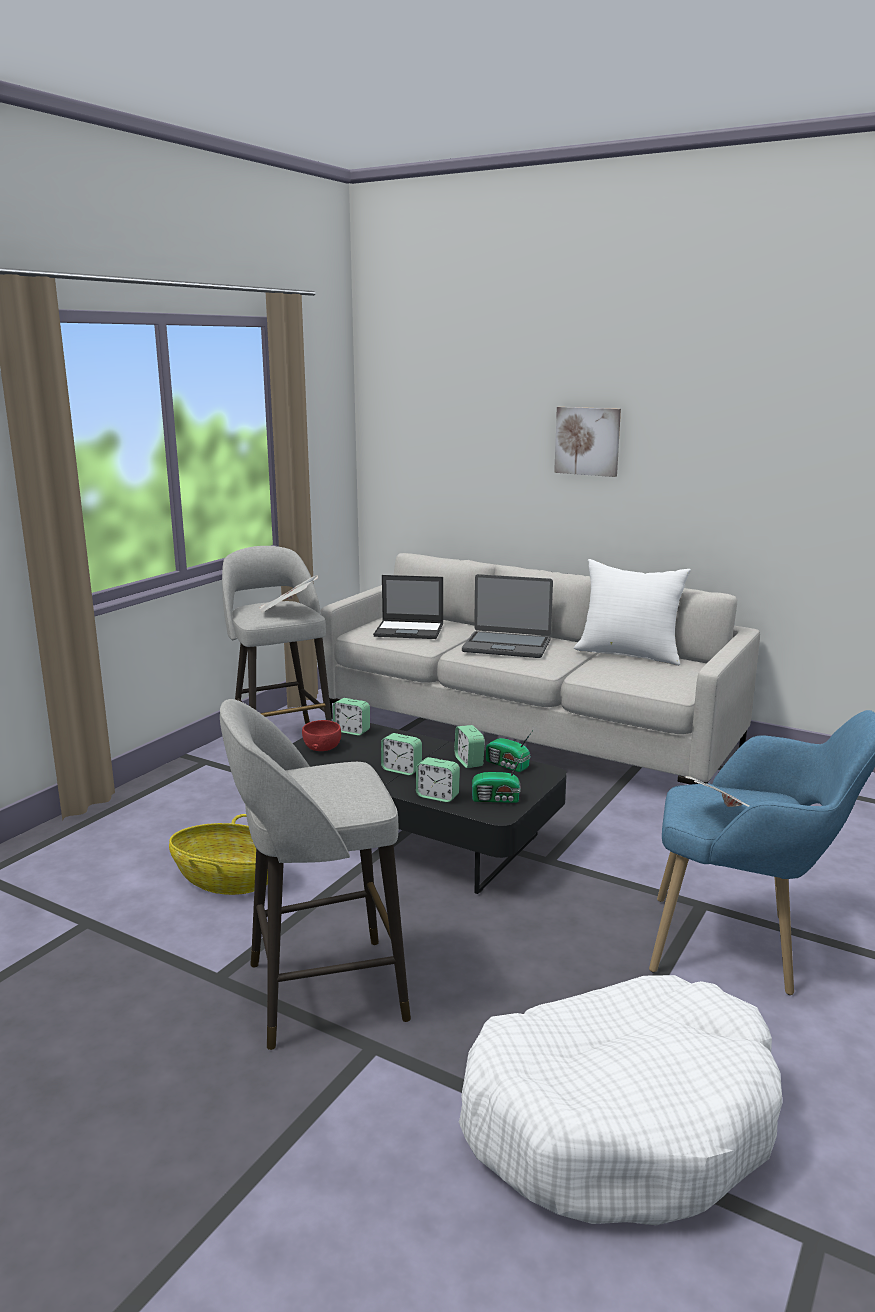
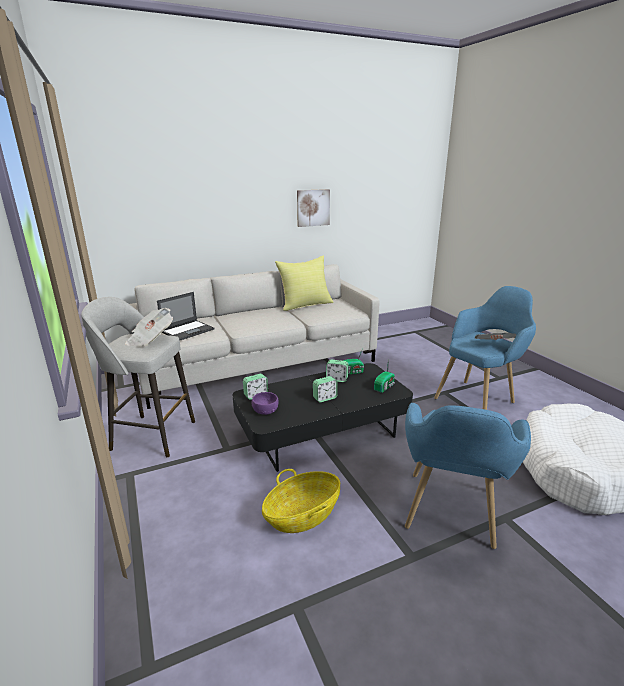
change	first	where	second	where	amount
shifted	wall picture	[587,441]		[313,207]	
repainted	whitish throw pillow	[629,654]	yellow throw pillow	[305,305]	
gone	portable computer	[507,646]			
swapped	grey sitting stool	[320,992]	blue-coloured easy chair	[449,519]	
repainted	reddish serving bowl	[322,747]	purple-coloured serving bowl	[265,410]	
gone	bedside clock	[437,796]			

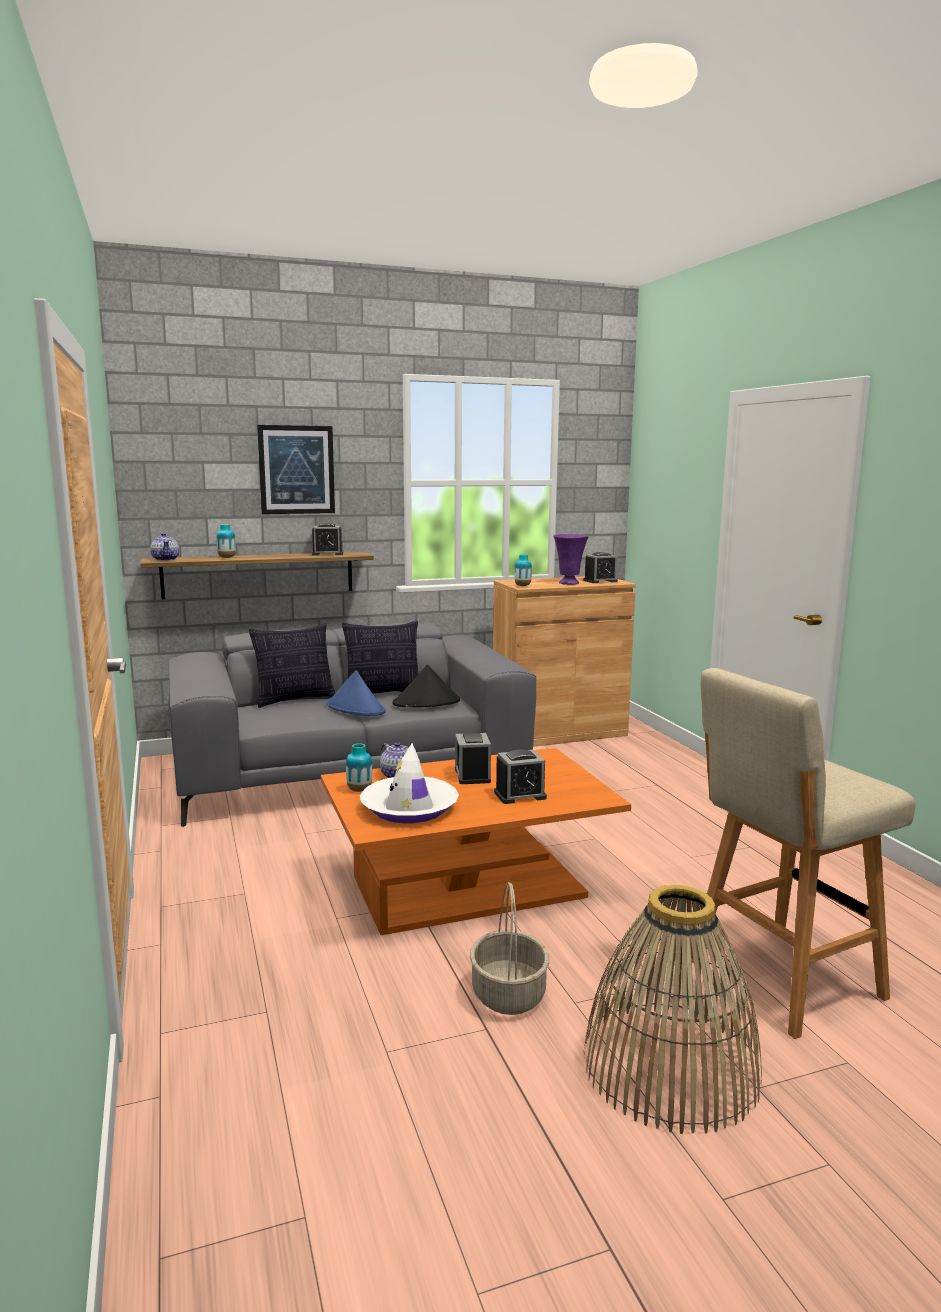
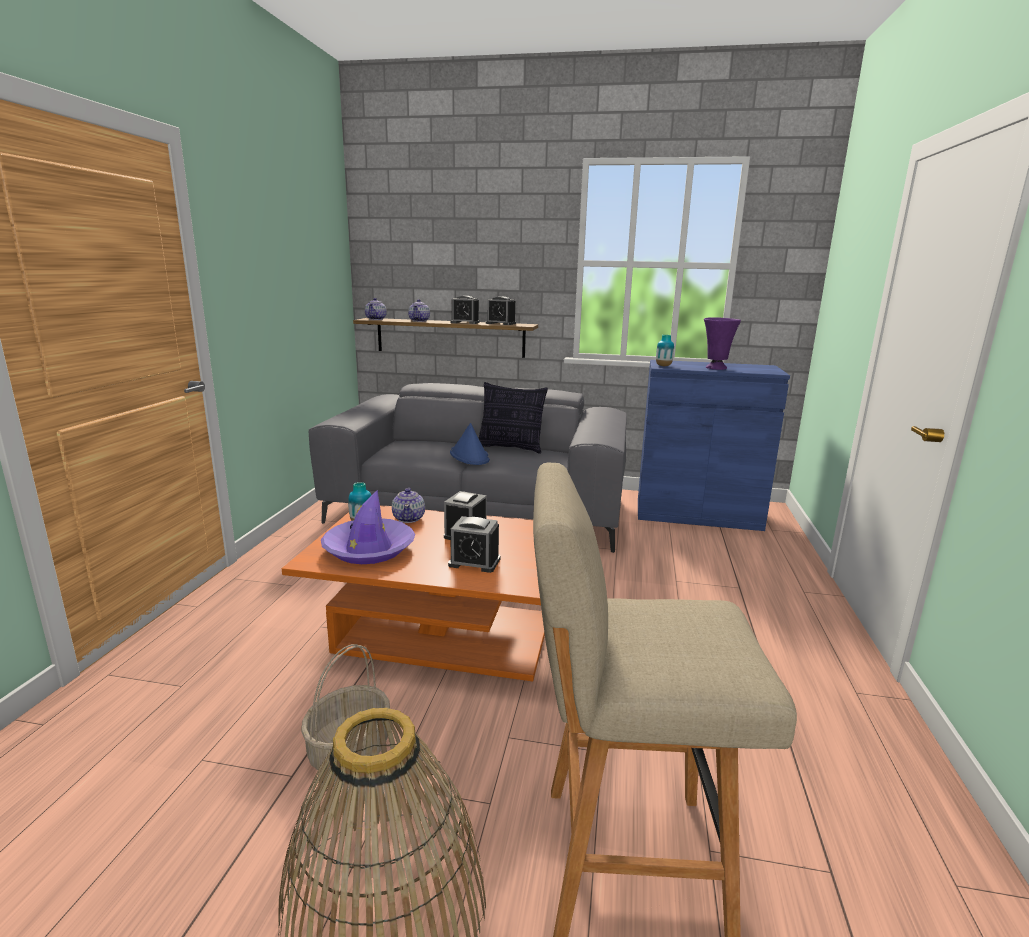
change	first	where	second	where	amount
gone	wall picture	[296,470]			
swapped	decorative vase	[227,557]	pot for tea	[419,321]	
shifted	bedside clock	[600,581]		[465,322]	
repainted	brown-coloured storage cabinet	[559,732]	blue-coloured storage cabinet	[697,514]	
gone	throw pillow	[295,700]			
gone	black-coloured wearable hat	[426,702]			
repainted	whitish wearable hat	[409,808]	purple-coloured wearable hat	[369,549]	

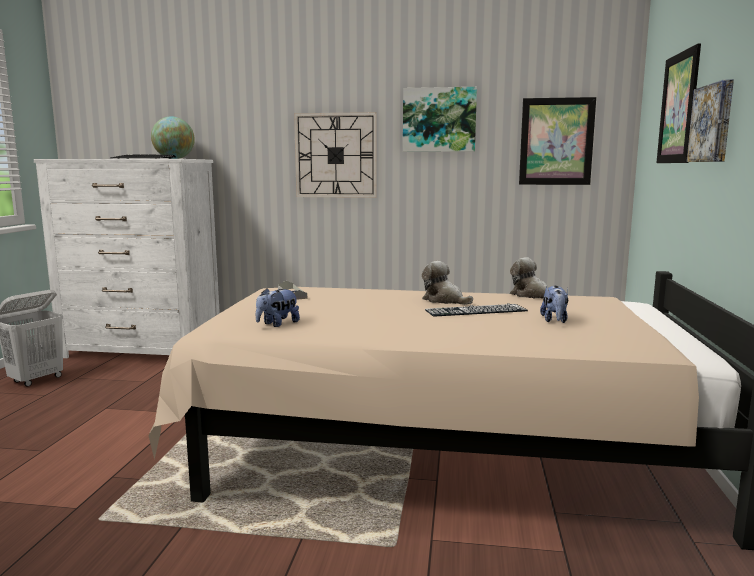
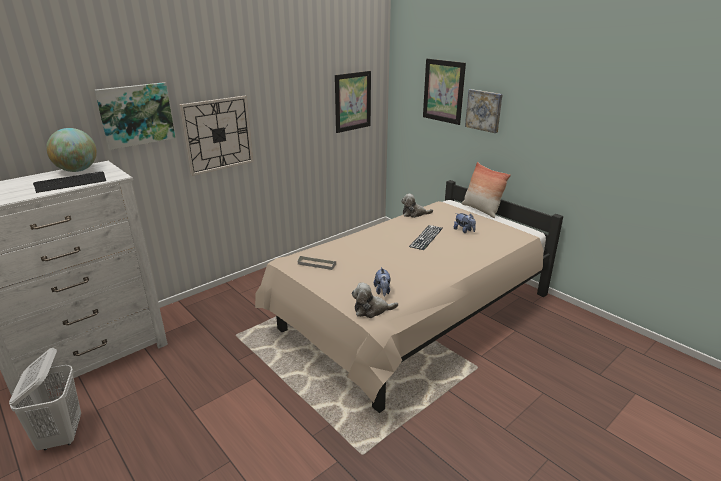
change	first	where	second	where	amount
shifted	wall picture	[439,120]		[136,115]	
shifted	cuddly toy	[444,300]		[371,310]	
new			throw pillow	[481,210]	

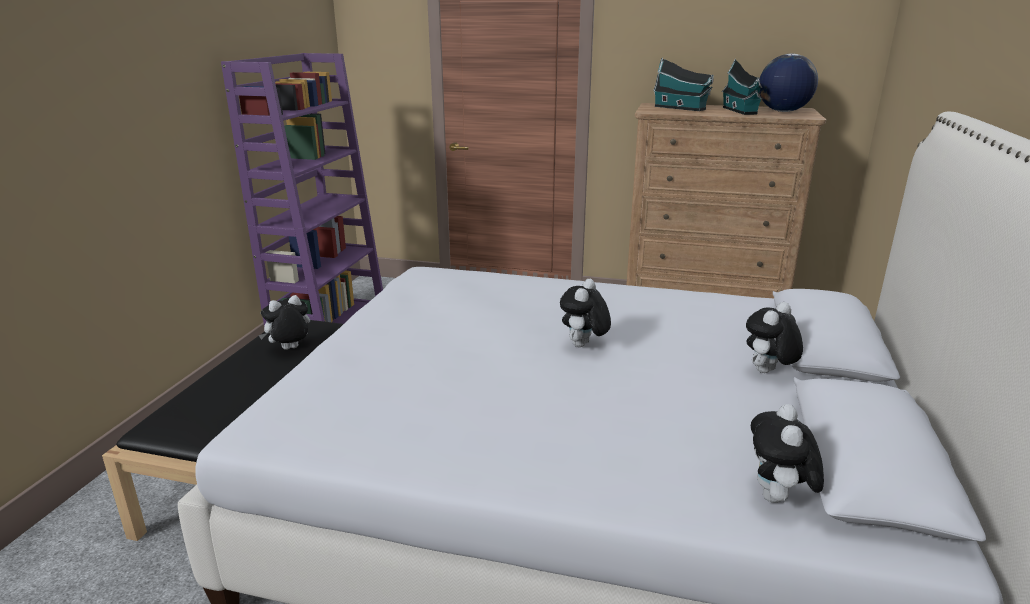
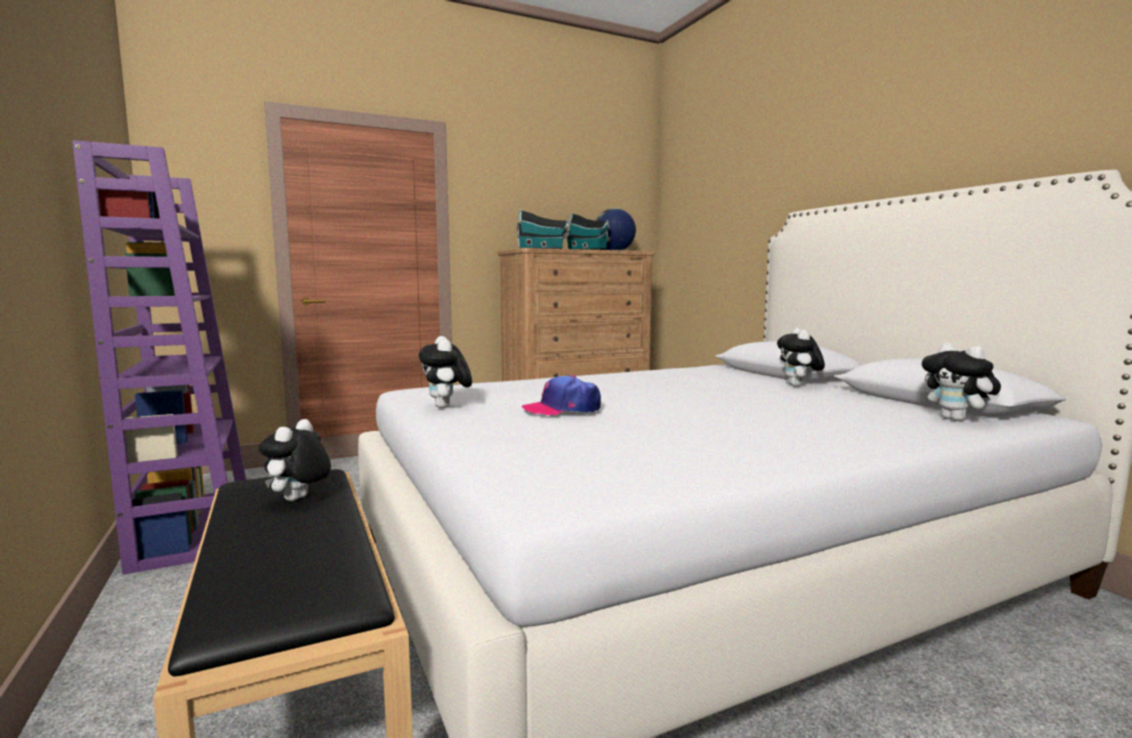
change	first	where	second	where	amount
shifted	cuddly toy	[583,346]		[446,407]	
new			cap	[562,409]	

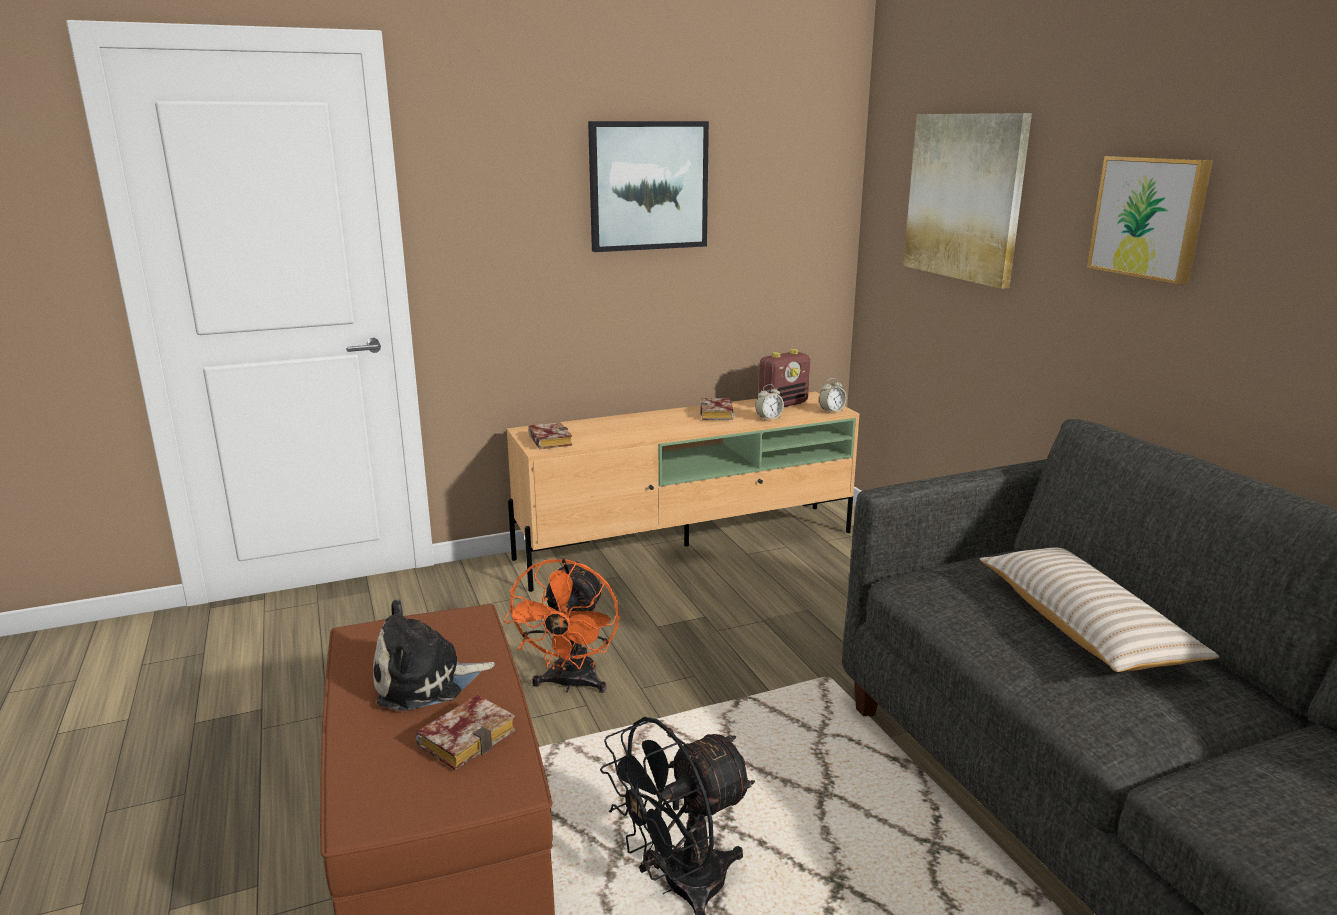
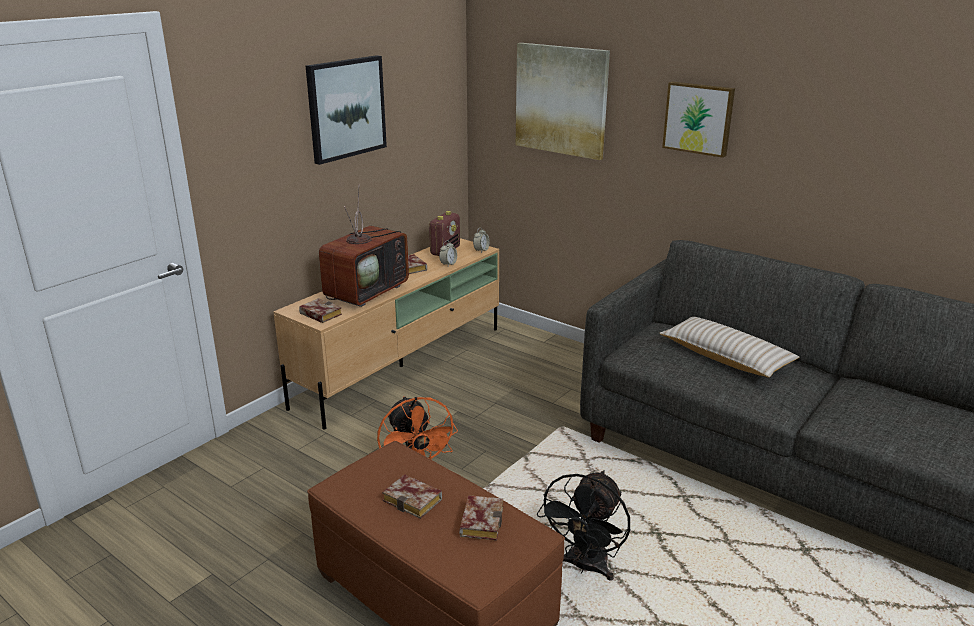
change	first	where	second	where	amount
swapped	cuddly toy	[426,681]	bound book	[415,500]	
new			TV	[366,291]	

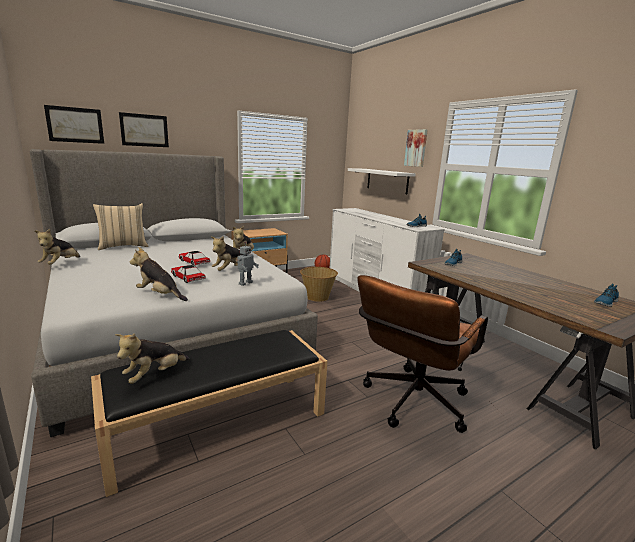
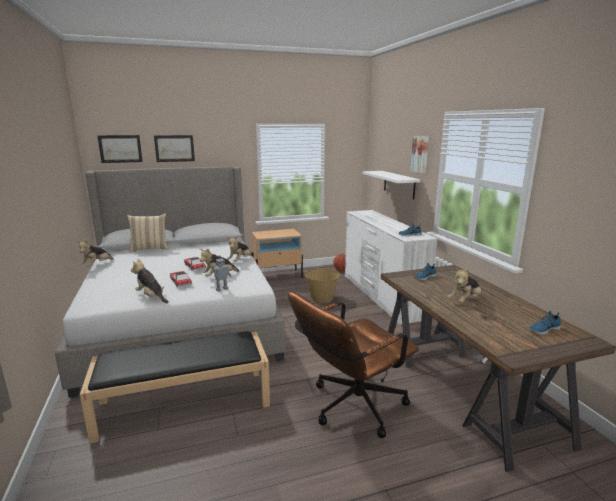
change	first	where	second	where	amount
shifted	cuddly toy	[154,375]		[465,301]	

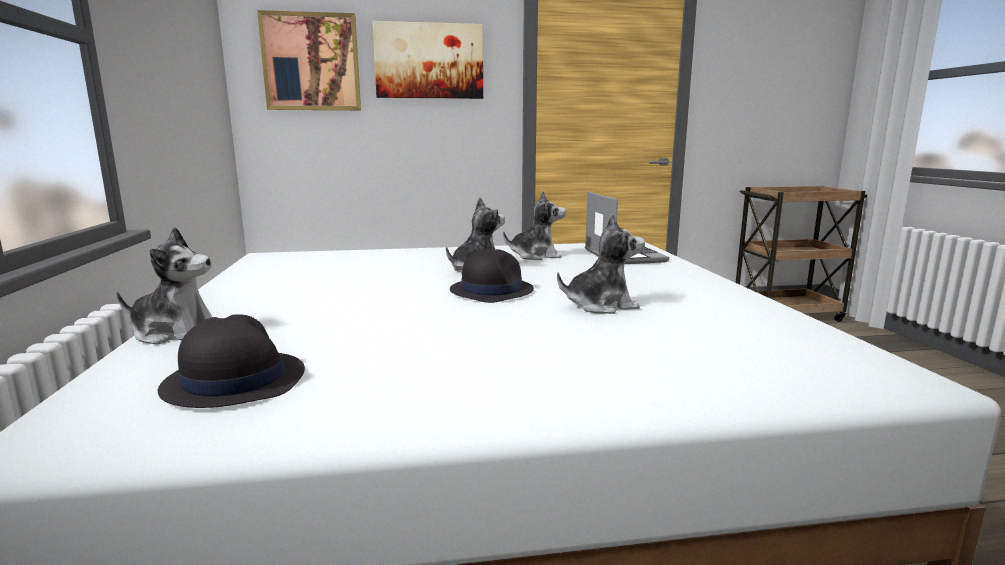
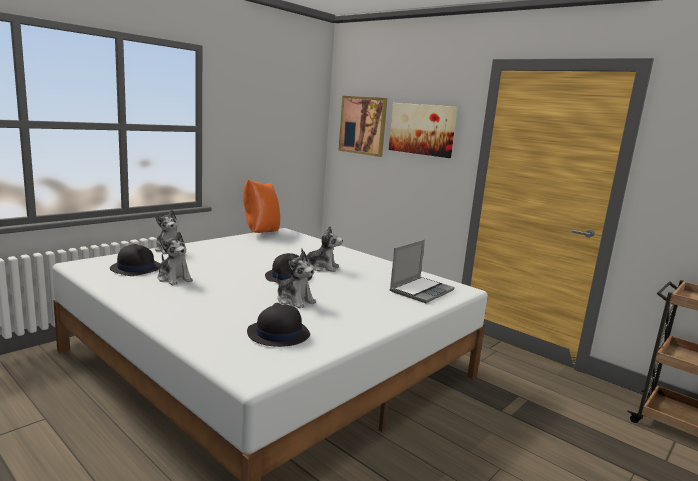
change	first	where	second	where	amount
shifted	cuddly toy	[536,256]		[174,278]	
new			orange throw pillow	[260,233]	
new			black-coloured wearable hat	[278,334]	

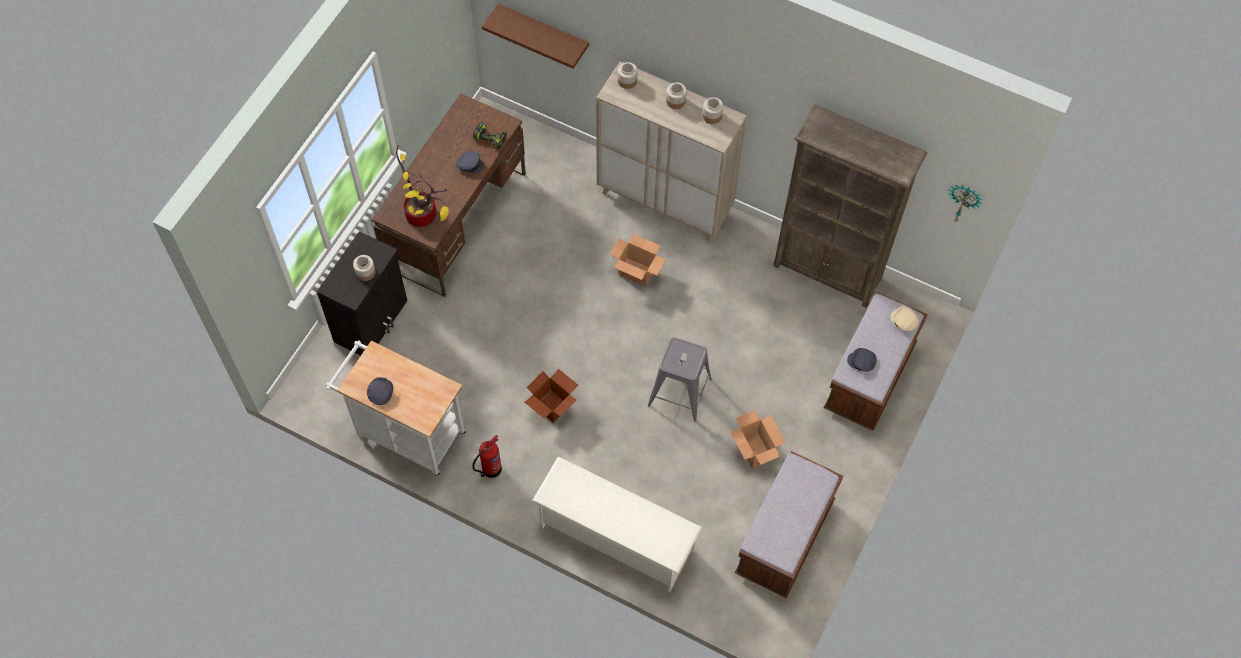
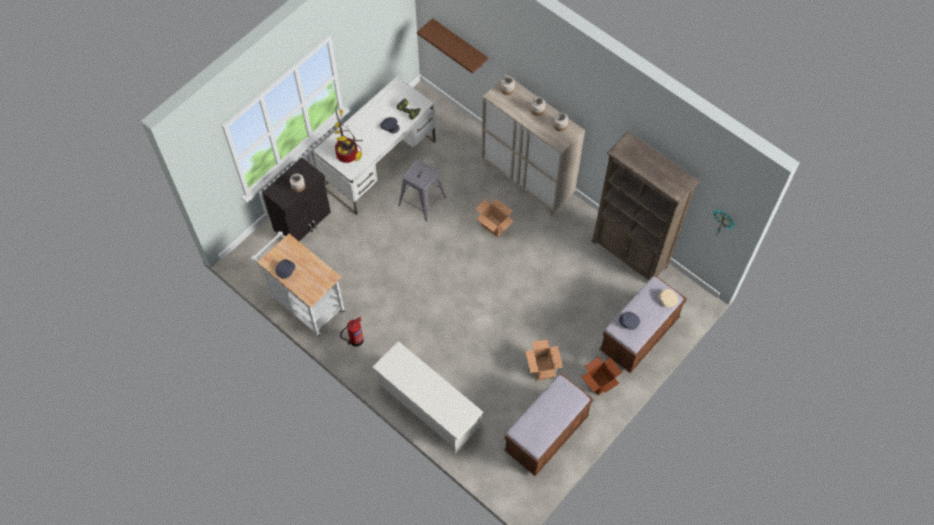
change	first	where	second	where	amount
repainted	brown-coloured desk table	[457,220]	whitish desk table	[379,163]	
shifted	grey sitting stool	[679,391]		[422,201]	
shifted	cardboard box	[552,406]		[599,382]	

